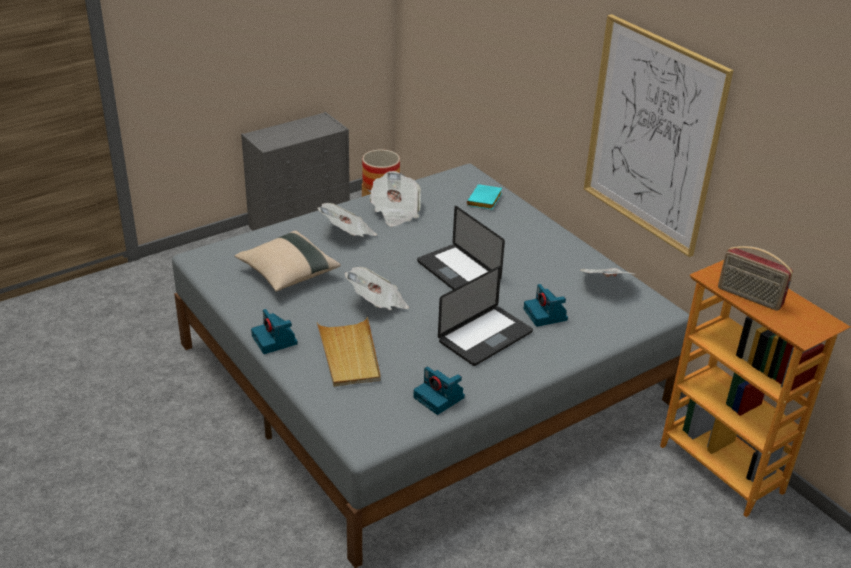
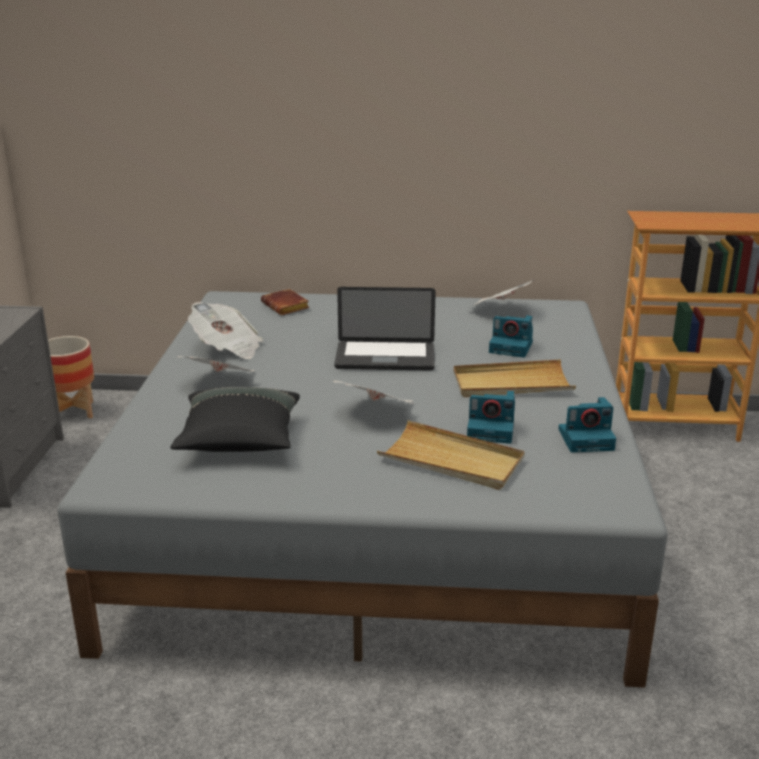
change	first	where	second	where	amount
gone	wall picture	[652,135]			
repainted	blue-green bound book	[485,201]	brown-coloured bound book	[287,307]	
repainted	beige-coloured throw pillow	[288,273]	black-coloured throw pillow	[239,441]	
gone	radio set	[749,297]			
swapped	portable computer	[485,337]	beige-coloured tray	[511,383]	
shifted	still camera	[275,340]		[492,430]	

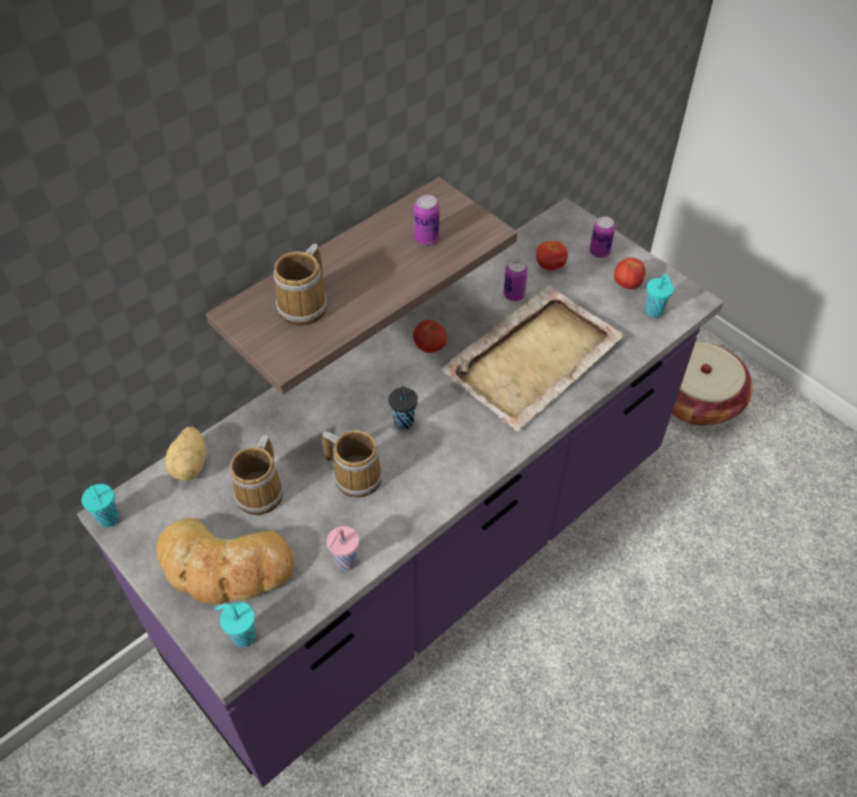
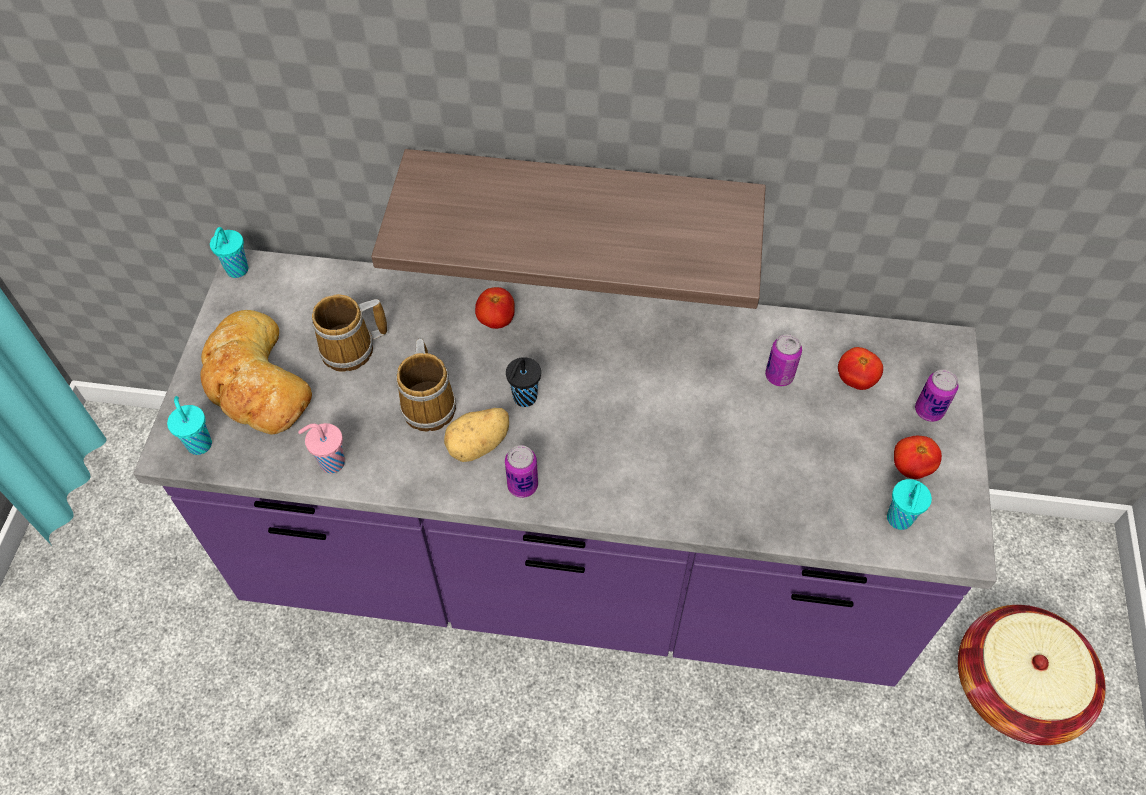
change	first	where	second	where	amount
shifted	sealed can	[426,238]		[522,485]	
gone	coffee mug	[306,305]			
gone	beige-coloured tray	[534,358]			
shifted	fresh tomato	[429,347]		[496,320]	
shifted	whole potato	[191,465]		[479,445]	

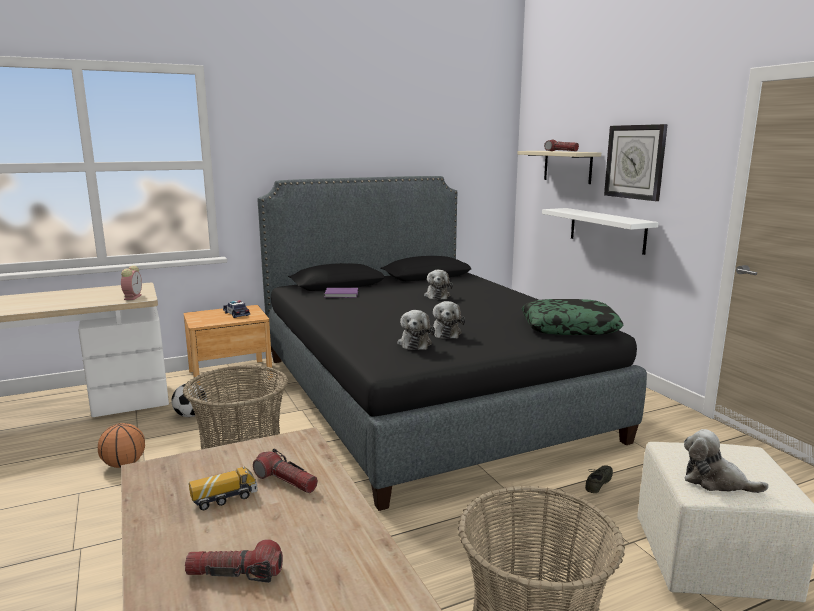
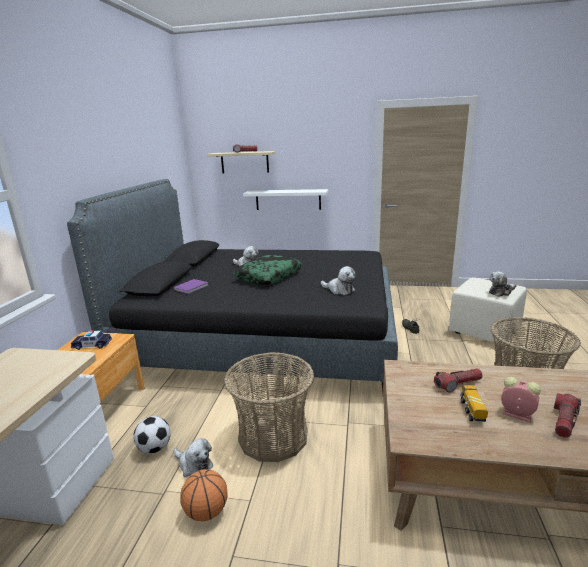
change	first	where	second	where	amount
gone	wall clock	[635,162]			
shifted	bedside clock	[133,297]		[515,414]	
shifted	throw pillow	[569,327]		[269,276]	
shifted	cuddly toy	[445,332]		[194,465]	

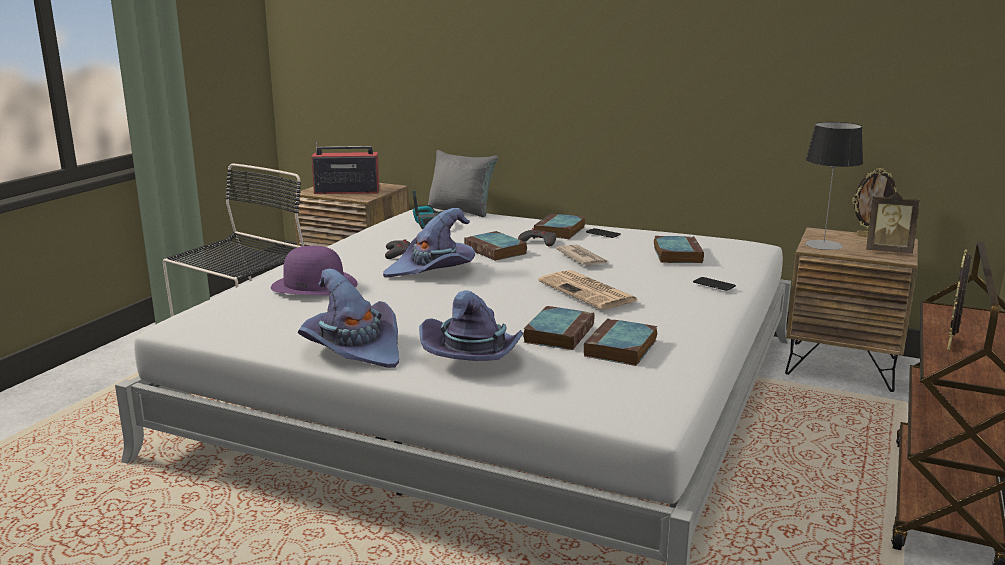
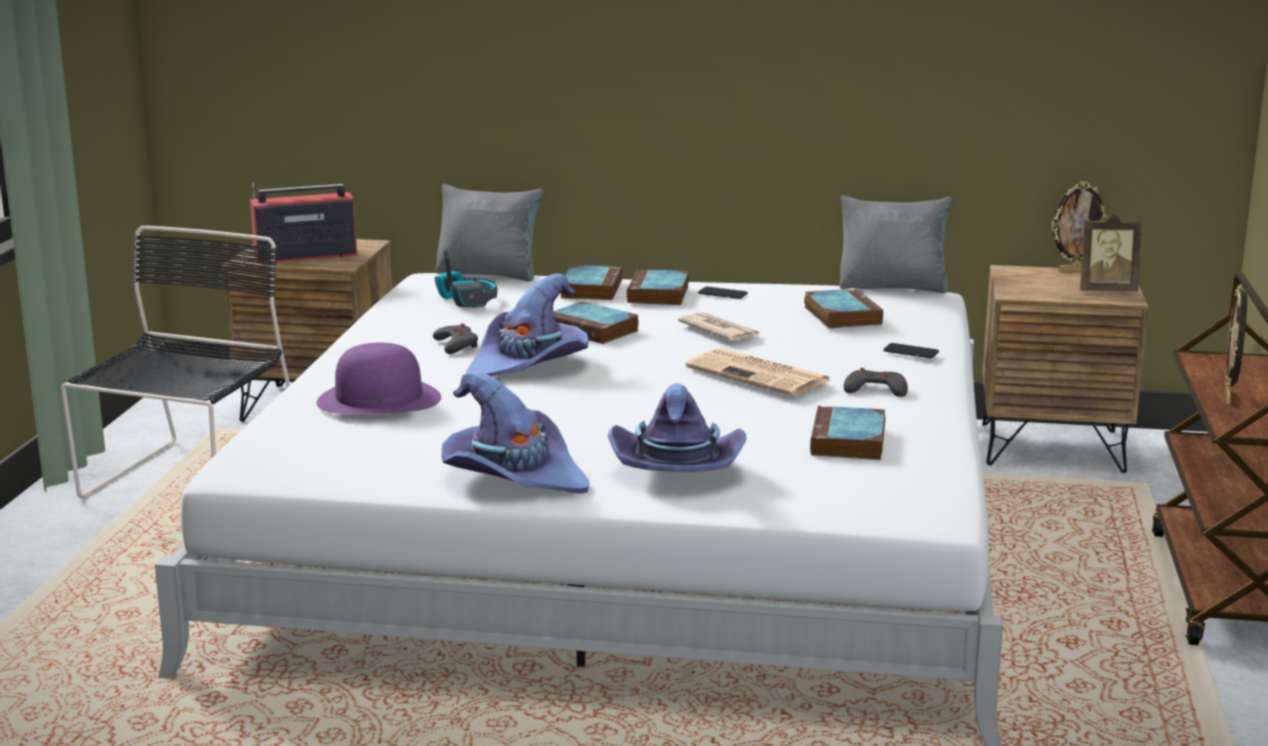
change	first	where	second	where	amount
gone	table lamp	[823,245]			
shifted	grey game controller	[538,242]		[875,389]	
shifted	bound book	[559,333]		[591,288]	
new			grey throw pillow	[893,287]	

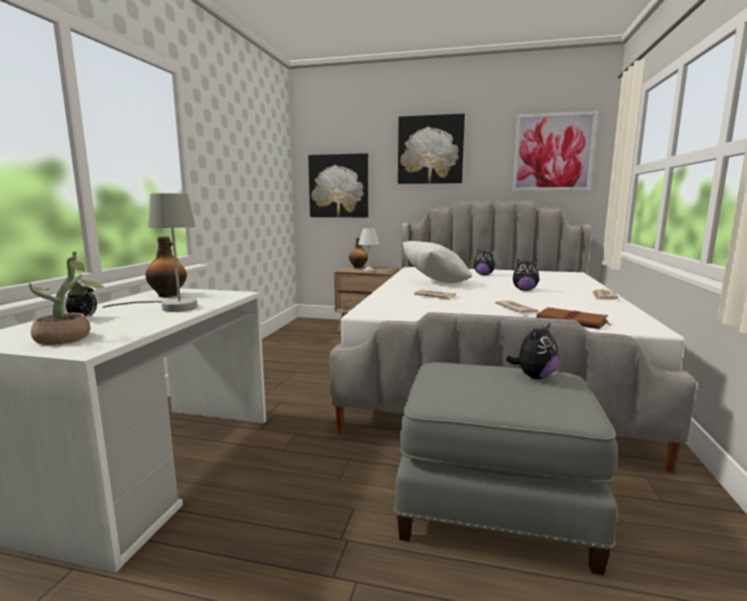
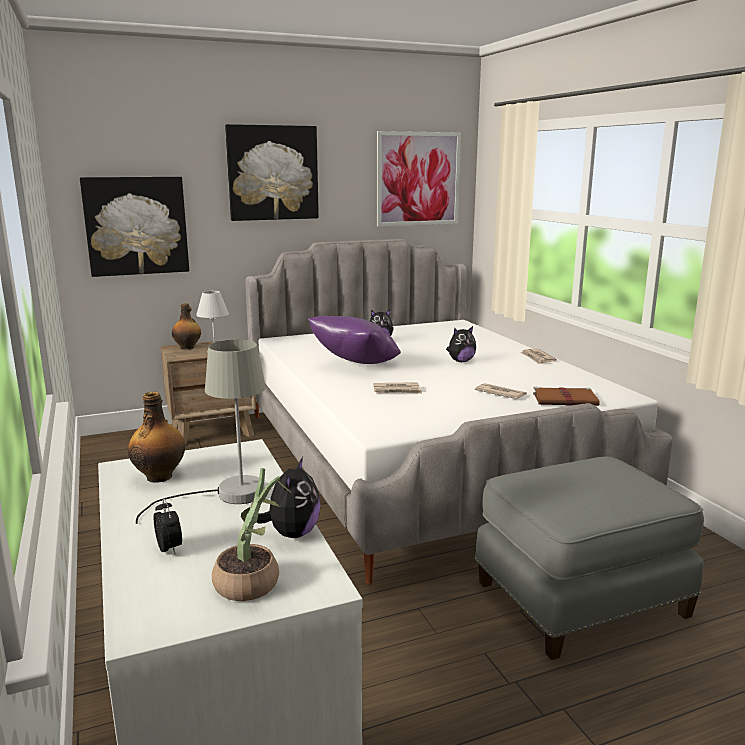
change	first	where	second	where	amount
repainted	whitish throw pillow	[435,283]	purple-coloured throw pillow	[355,366]	
shifted	cuddly toy	[534,376]		[292,533]	

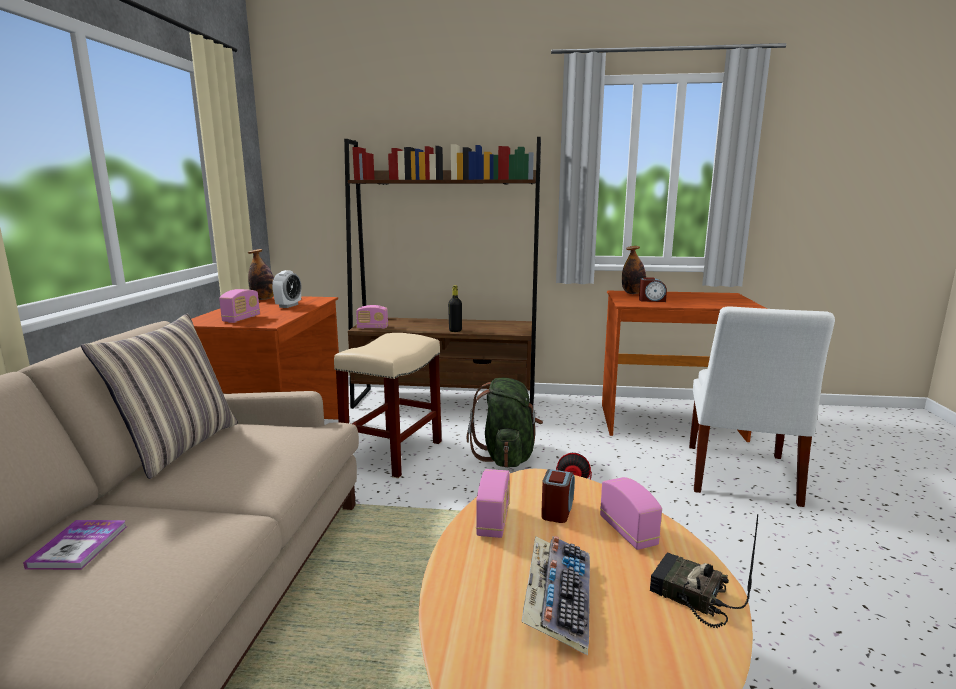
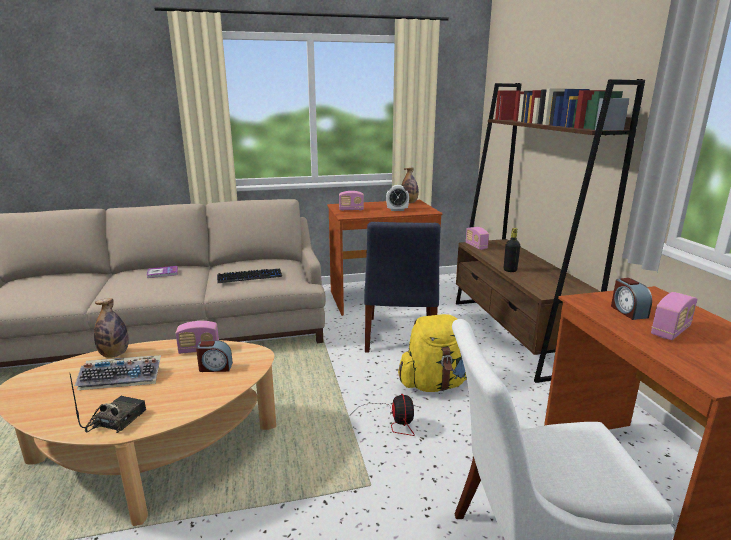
change	first	where	second	where	amount
shifted	beverage bottle	[633,293]		[114,354]	
gone	throw pillow	[179,446]			
swapped	beige-coloured sitting stool	[393,454]	blue-coloured plain chair	[399,337]	
repainted	green-coloured rucksack	[506,457]	yellow rucksack	[435,384]	
shifted	radio set	[628,531]		[670,331]	
new			PC keyboard	[249,277]	

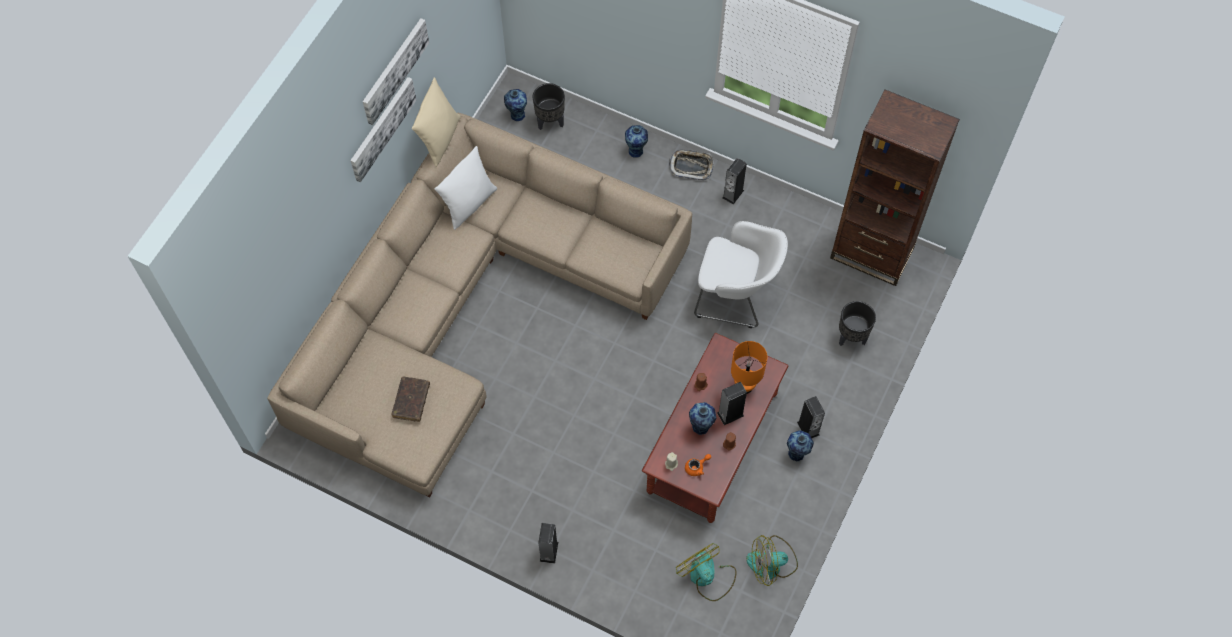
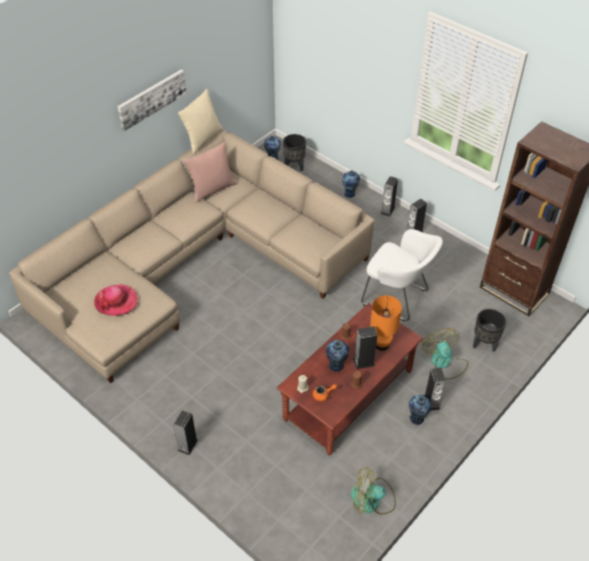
change	first	where	second	where	amount
gone	wall picture	[394,70]			
repainted	whitish throw pillow	[469,204]	pink throw pillow	[212,189]	
swapped	tray	[691,166]	loudspeaker	[387,210]	
swapped	brown-coloured bound book	[411,401]	wearable hat	[116,301]	
shifted	electric fan	[707,577]		[444,362]	

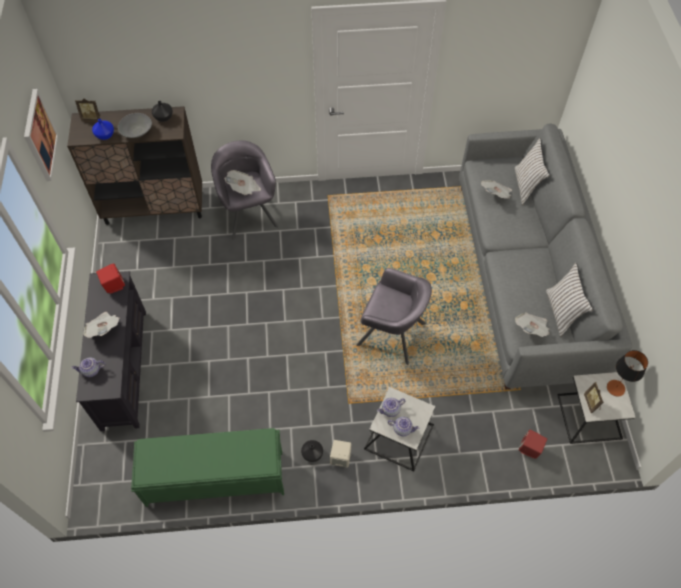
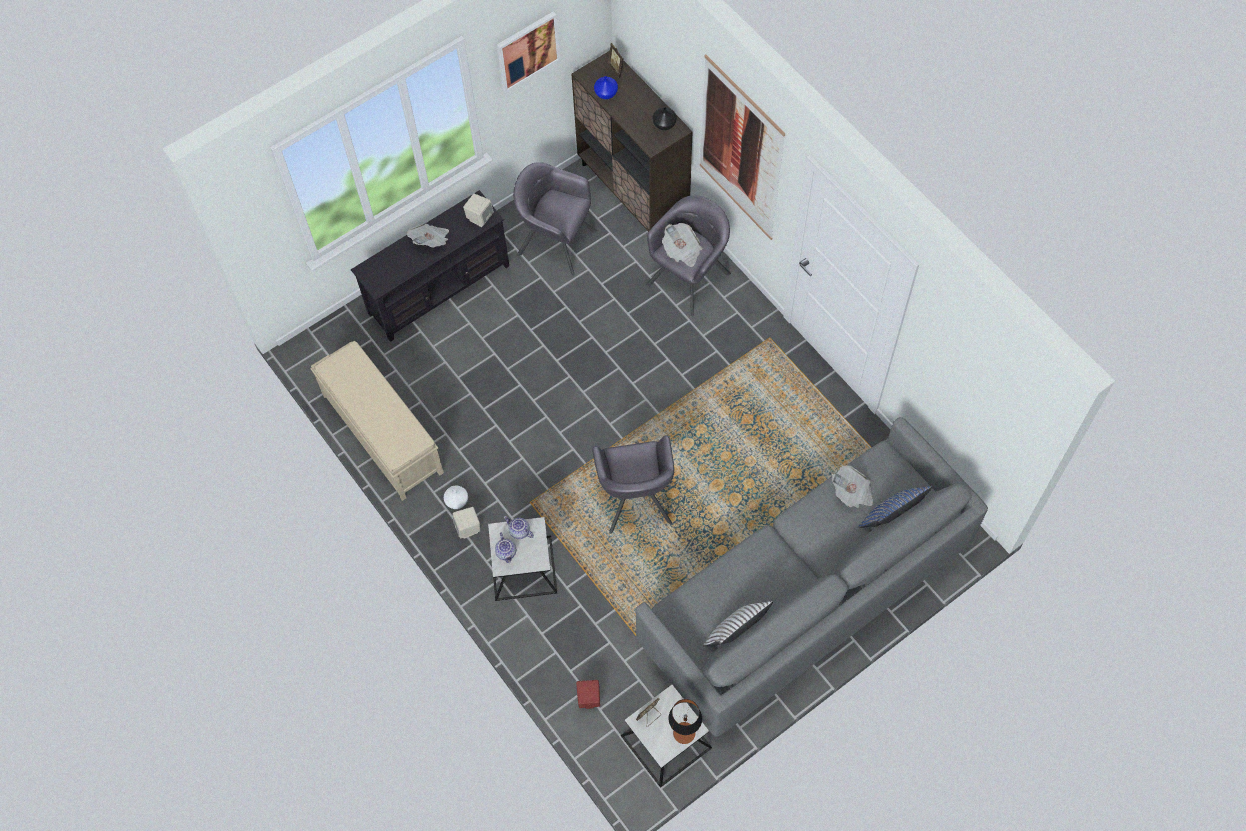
change	first	where	second	where	amount
gone	grey serving bowl	[136,132]			
repainted	whitish throw pillow	[526,186]	blue-coloured throw pillow	[890,518]	
repainted	reddish loudspeaker	[114,285]	beige-coloured loudspeaker	[479,217]	
gone	newspaper	[531,329]			
gone	pot for tea	[91,371]			
repainted	green-coloured indoor bench	[214,478]	beige-coloured indoor bench	[382,433]	
repainted	black-coloured decorative vase	[312,454]	whitish decorative vase	[456,501]	
new			wall picture	[740,150]	
new			grey easy chair	[556,241]	

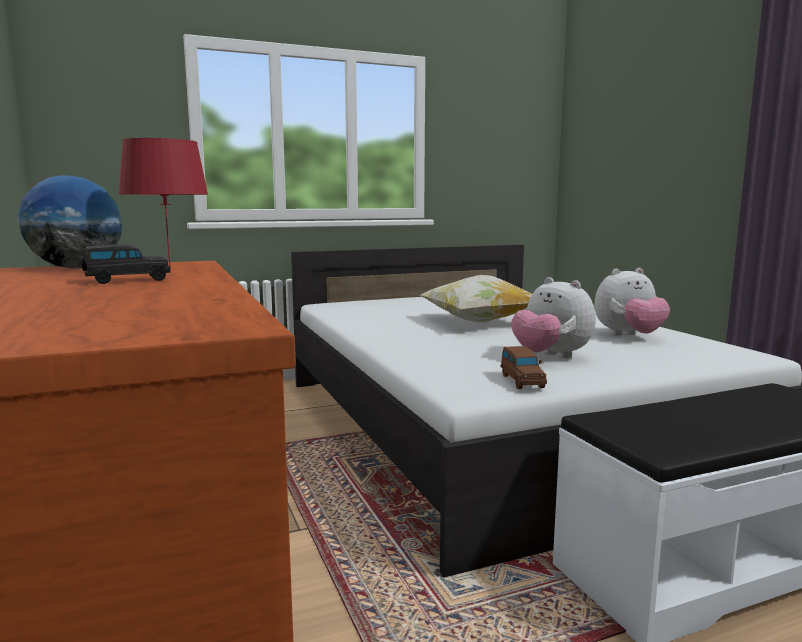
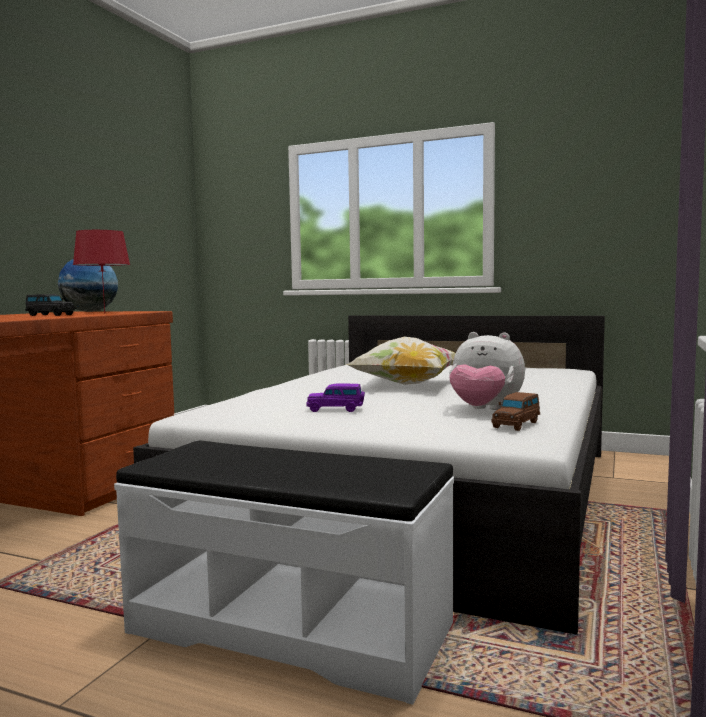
change	first	where	second	where	amount
swapped	cuddly toy	[551,356]	purple-coloured toy car	[336,409]	
shifted	brown-coloured toy car	[522,381]		[516,424]	

